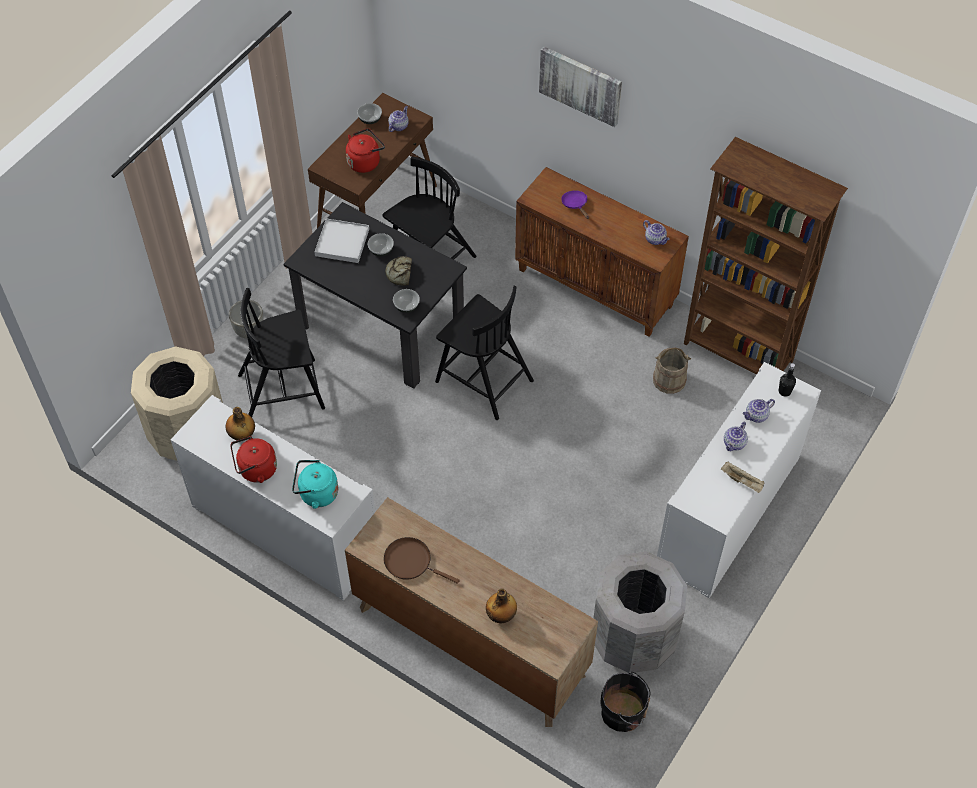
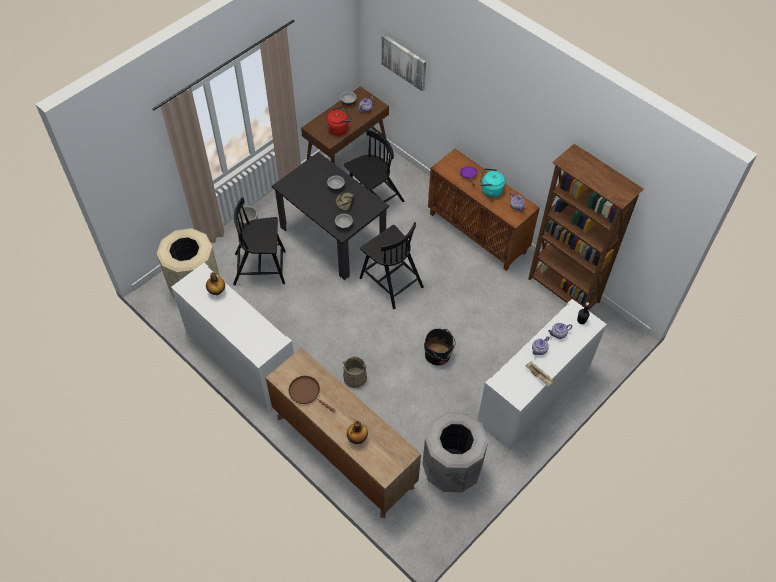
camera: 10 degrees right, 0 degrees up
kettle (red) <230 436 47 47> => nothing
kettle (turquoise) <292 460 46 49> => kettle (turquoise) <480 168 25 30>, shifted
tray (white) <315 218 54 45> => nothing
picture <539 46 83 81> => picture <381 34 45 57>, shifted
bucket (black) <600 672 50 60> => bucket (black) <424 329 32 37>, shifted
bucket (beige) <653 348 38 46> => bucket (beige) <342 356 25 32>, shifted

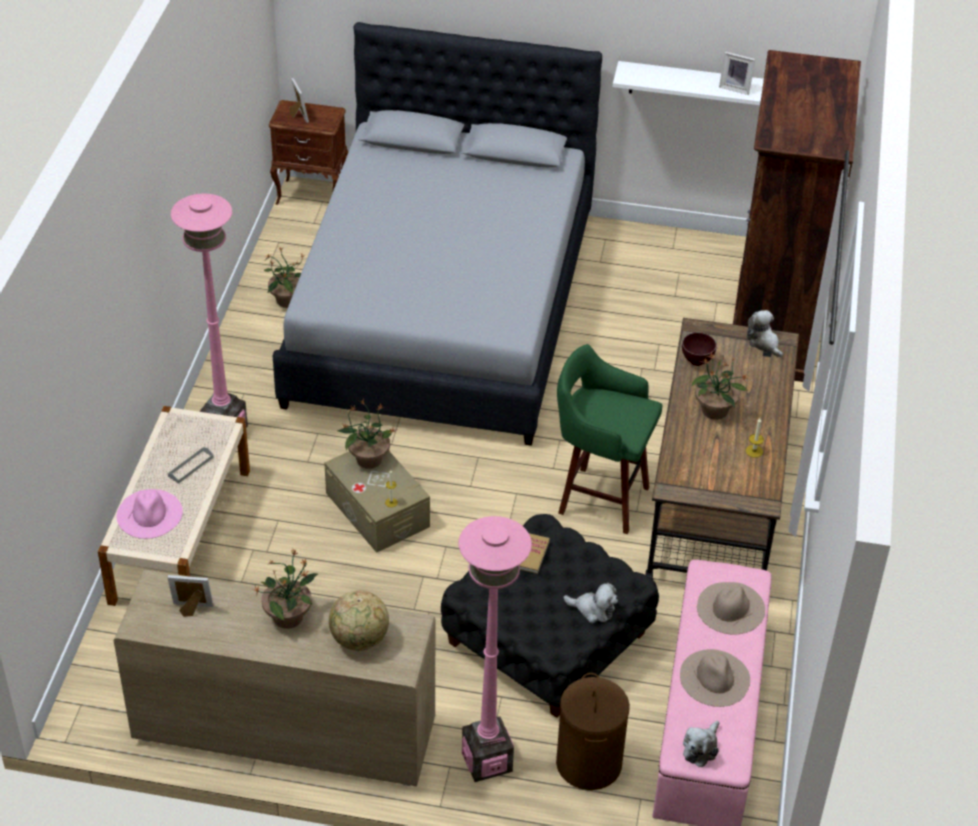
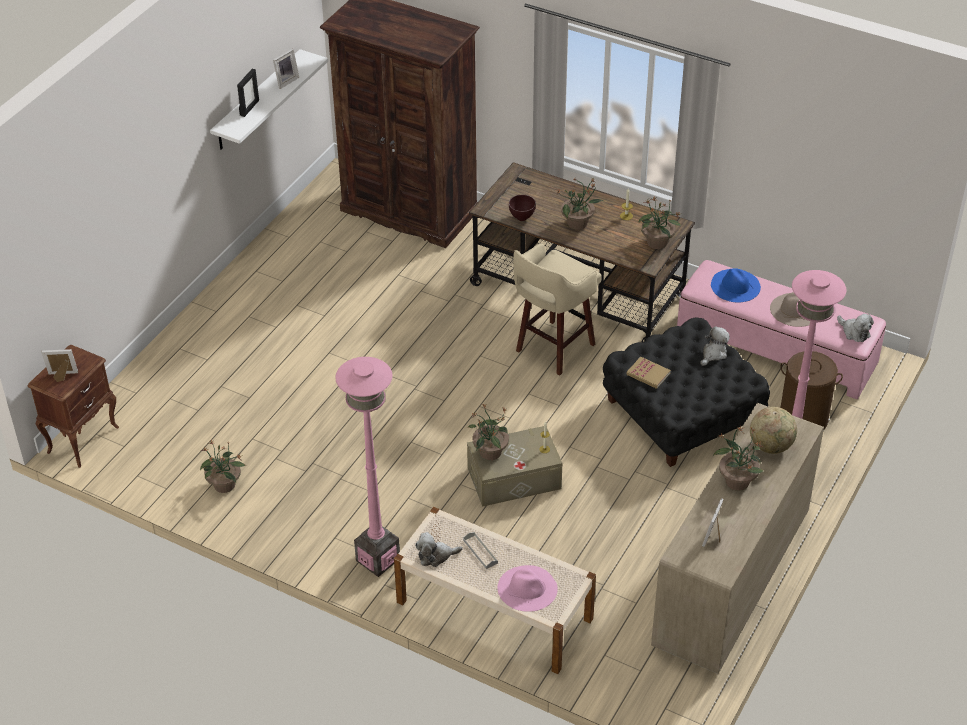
camera: 70 degrees left, 0 degrees up
bed (grey) <273 22 329 424> => nothing
stool (green) <557 344 105 190> => stool (beige) <513 243 88 133>
hat (beige) <697 582 68 53> => hat (blue) <711 268 50 35>
plush toy <746 310 37 48> => plush toy <415 532 48 35>, shifted
nothing => picture frame <237 69 22 48>
nothing => potted plant <638 197 44 52>

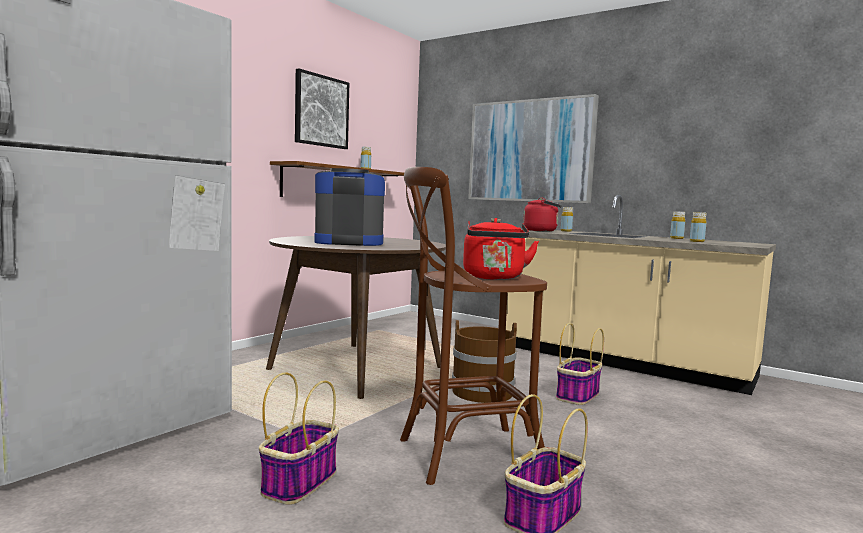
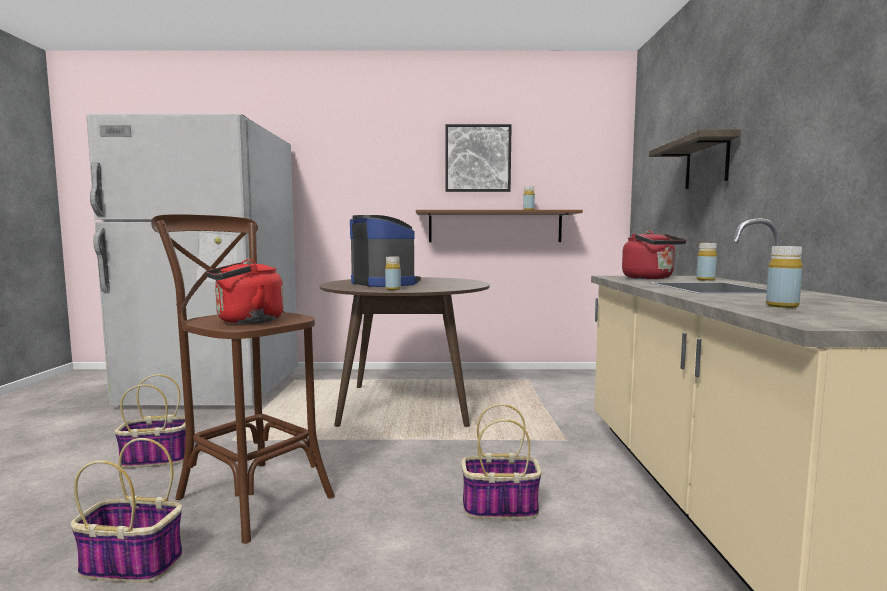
camera: 55 degrees right, 0 degrees up
bucket (brown) <452 320 65 83> => nothing
picture <468 94 131 109> => shelf <649 129 92 60>
bottle (yellow) <670 211 15 28> => bottle (yellow) <385 257 16 33>, shifted

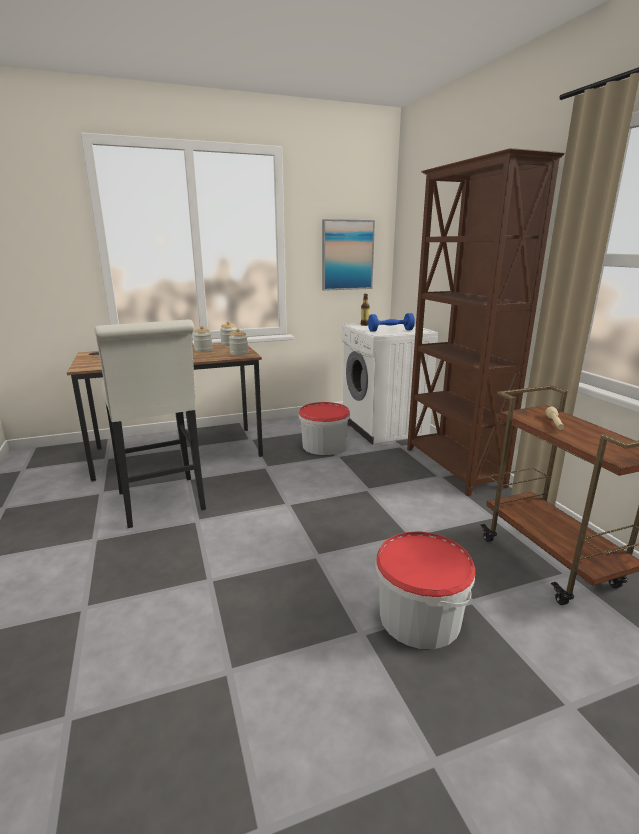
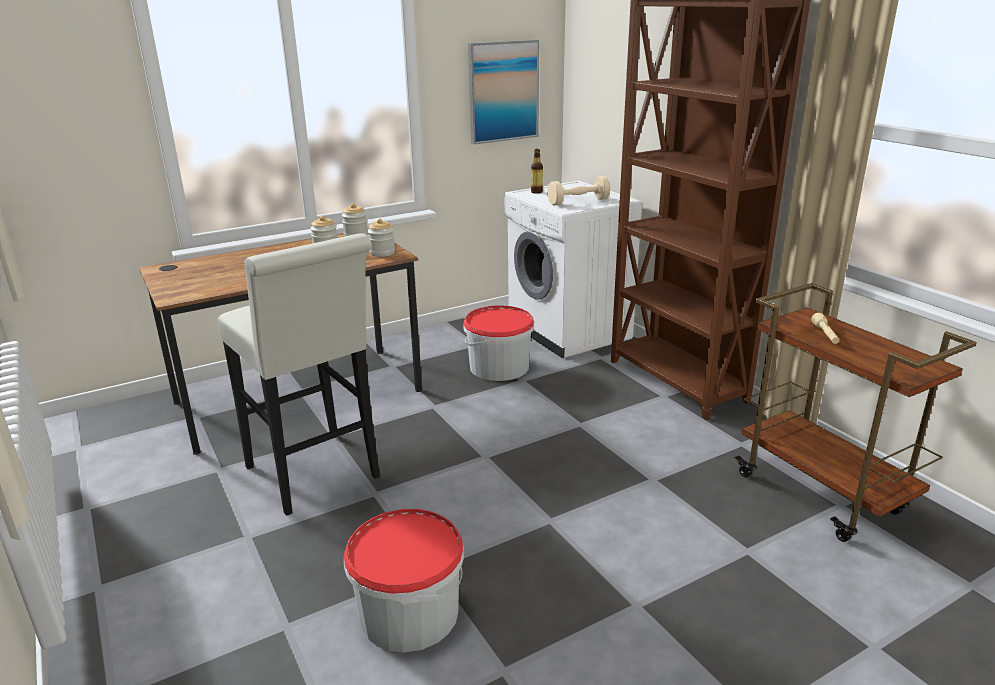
camera: 10 degrees left, 5 degrees up
dumbbell (blue) <368 313 47 19> => dumbbell (beige) <547 176 63 29>
bucket <375 531 100 118> => bucket <344 509 120 144>, shifted

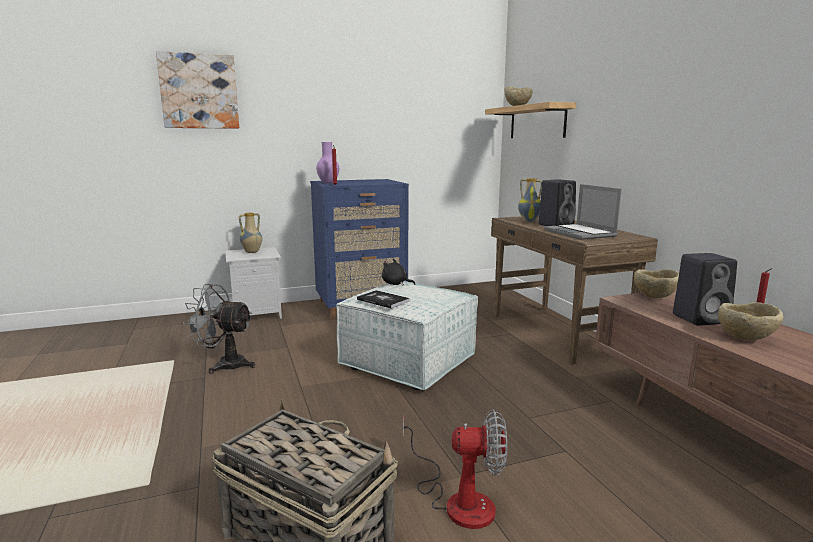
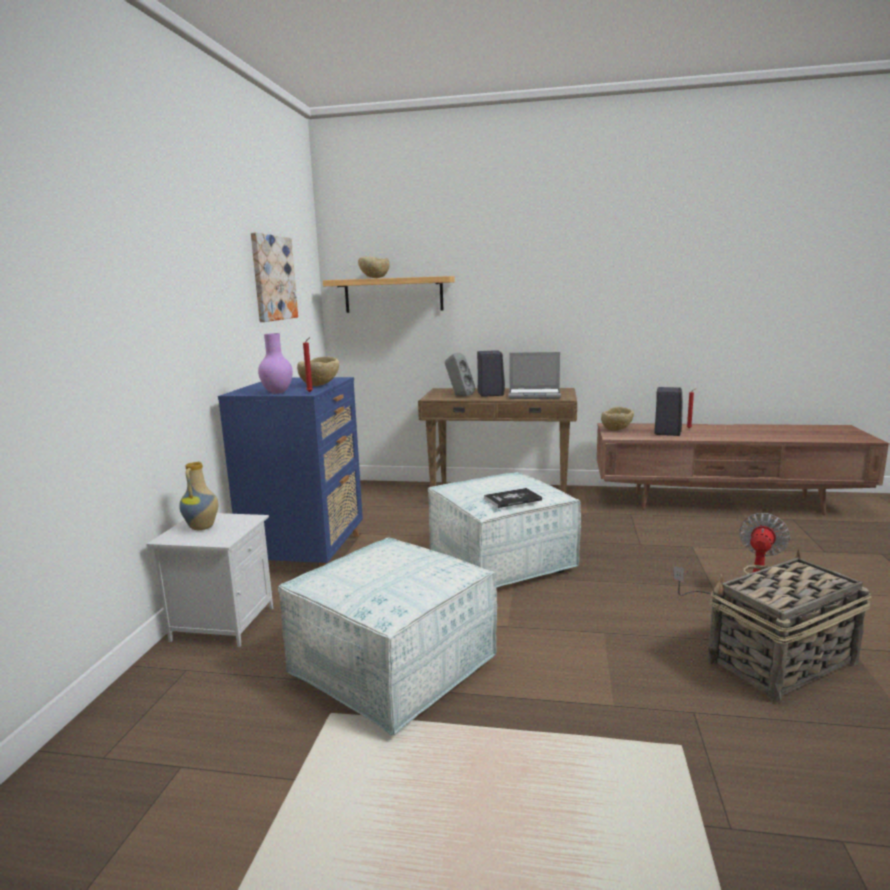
camera: 60 degrees left, 0 degrees up
picture <156 51 83 78> => picture <251 232 47 90>, shifted
fan (grey) <183 284 72 90> => ottoman (white) <278 537 219 199>
plush toy (black) <382 259 33 27> => nothing
vase <518 178 24 44> => speaker (grey) <445 353 30 43>
bowl (beige) <718 302 65 38> => bowl (beige) <297 356 42 30>, shifted

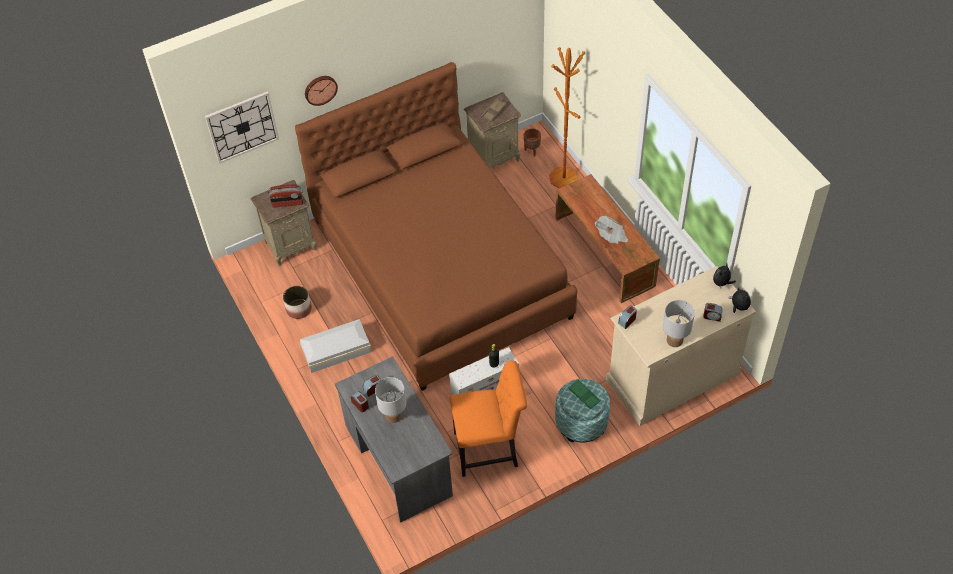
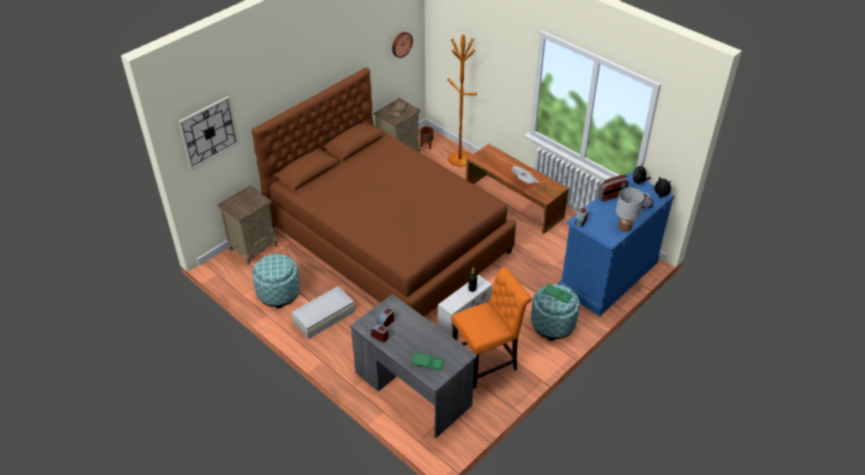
camera: 20 degrees left, 10 degrees down
radio <268 185 35 23> => radio <598 174 31 27>, shifted
planter <283 286 29 33> => ottoman <252 254 48 55>
wall clock <305 76 33 30> => wall clock <392 32 21 26>, shifted
table lamp (grey) <375 377 32 46> => nothing
dresser (beige) <606 266 150 160> => dresser (blue) <558 172 117 144>
nothing => tray (green) <412 353 32 18>

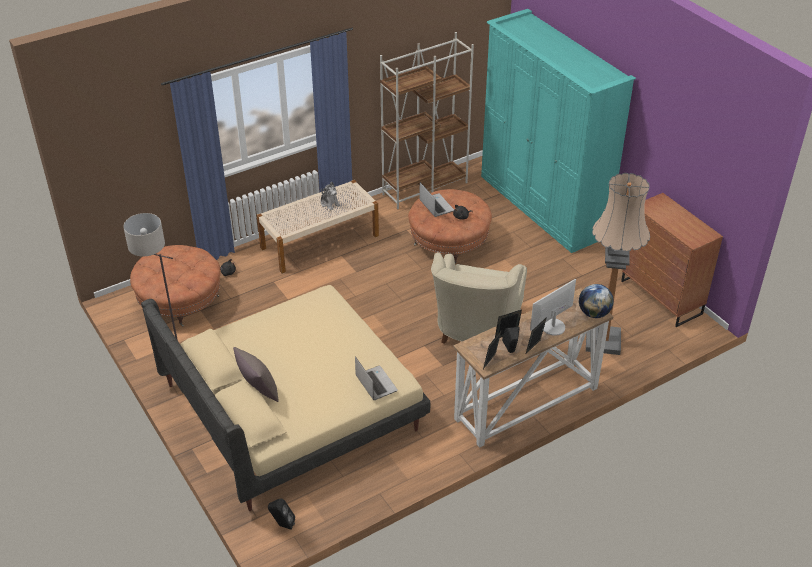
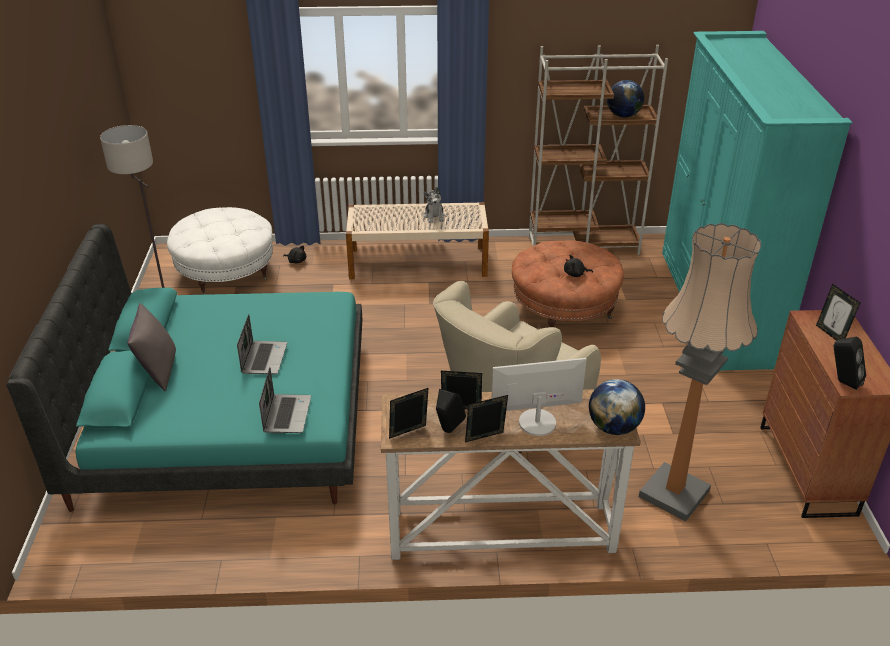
camera: 30 degrees right, 5 degrees down
ottoman (brown) <130 245 91 81> => ottoman (white) <167 207 106 88>
bed (beige) <141 285 289 226> => bed (turquoise) <6 224 356 288>
speaker (black) <268 498 27 32> => speaker (black) <834 336 32 54>, shifted
laptop <419 182 35 35> => laptop <237 314 50 60>, shifted
nothing => globe <607 80 37 37>
nothing => picture frame <816 284 44 56>

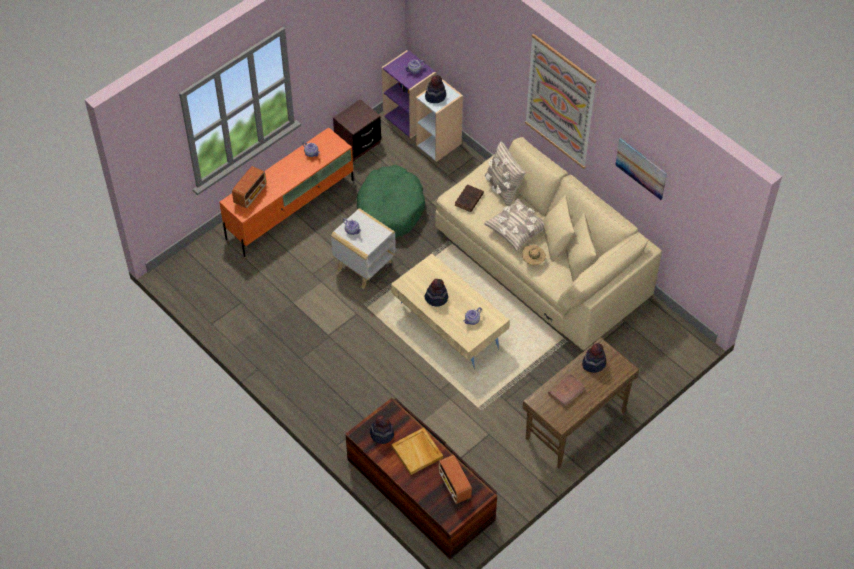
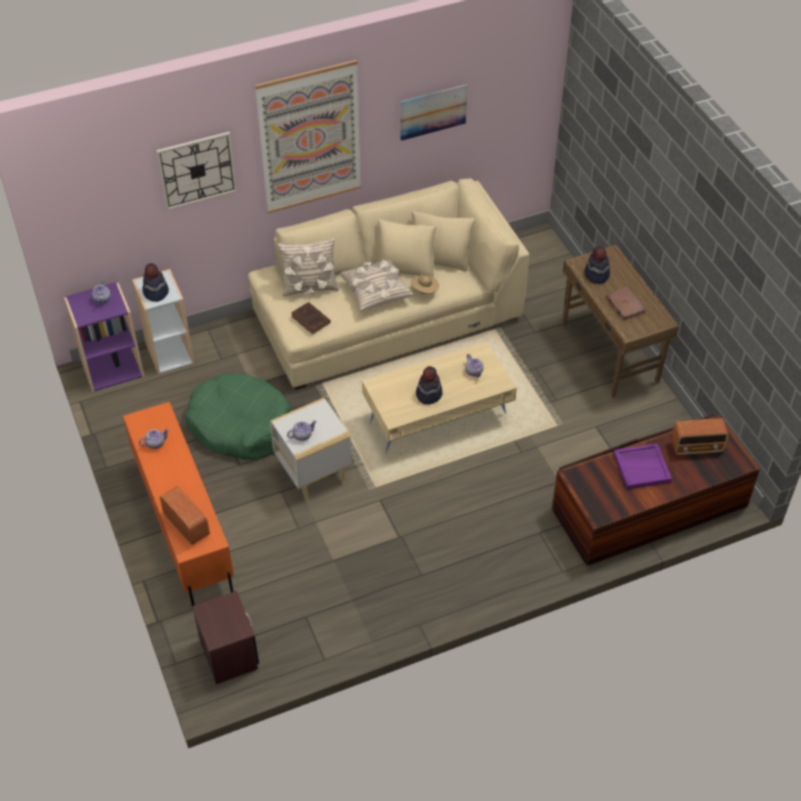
camera: 70 degrees left, 5 degrees down
nightstand (brown) <333 99 48 62> => nightstand (brown) <192 591 67 93>, shifted
hat <370 415 24 29> => nothing
tray (beige) <391 428 52 47> => tray (purple) <613 443 59 46>
nothing => wall clock <156 132 81 79>

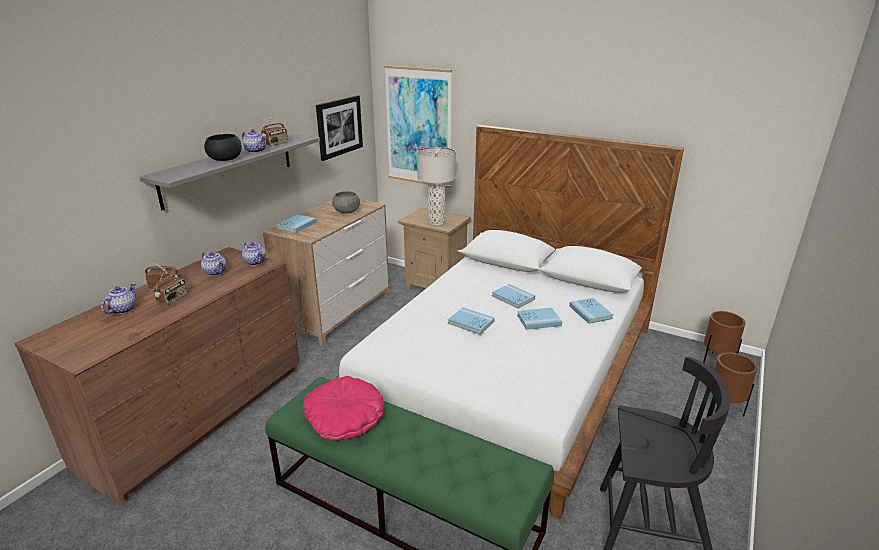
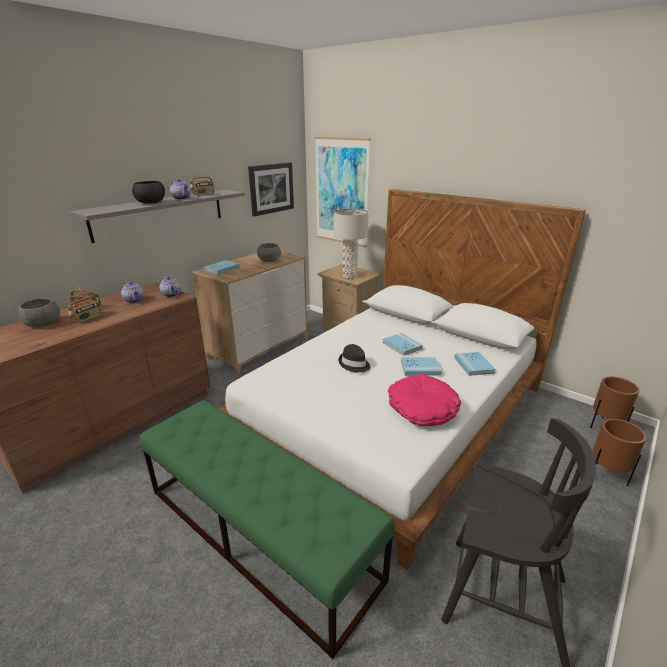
camera: 10 degrees right, 0 degrees up
teapot <101 283 35 31> => bowl (grey) <18 298 42 29>
pillow (pink) <303 376 81 65> => pillow (pink) <388 374 73 52>, shifted
book (blue) <448 307 47 28> => hat (black) <339 344 31 28>

